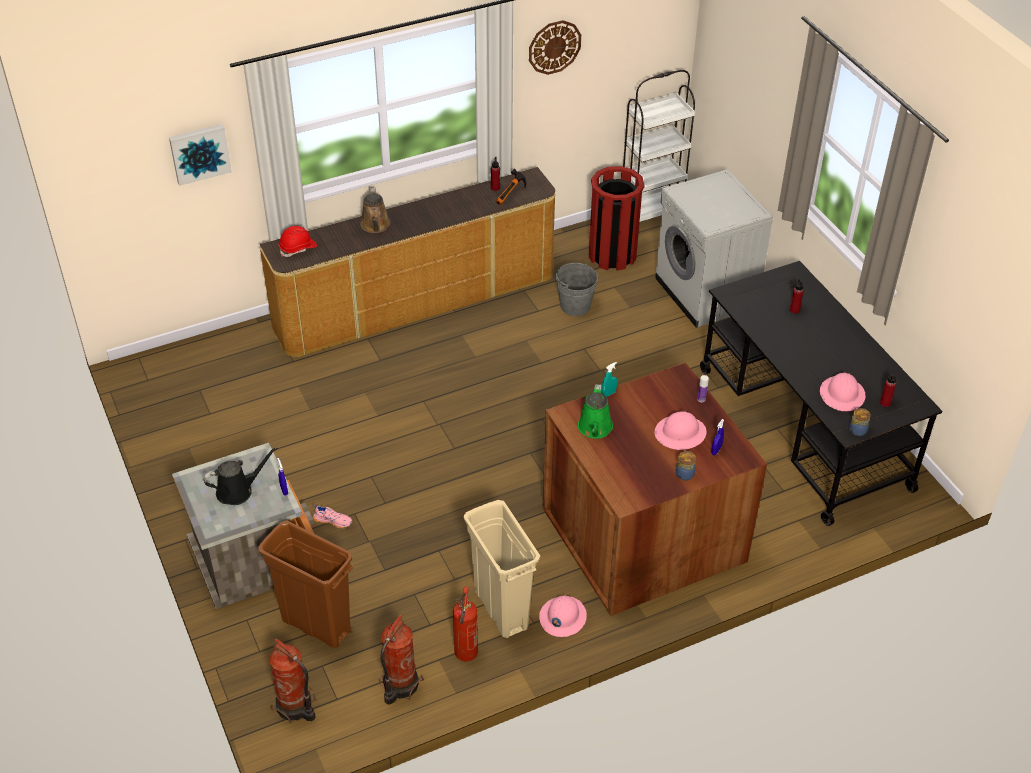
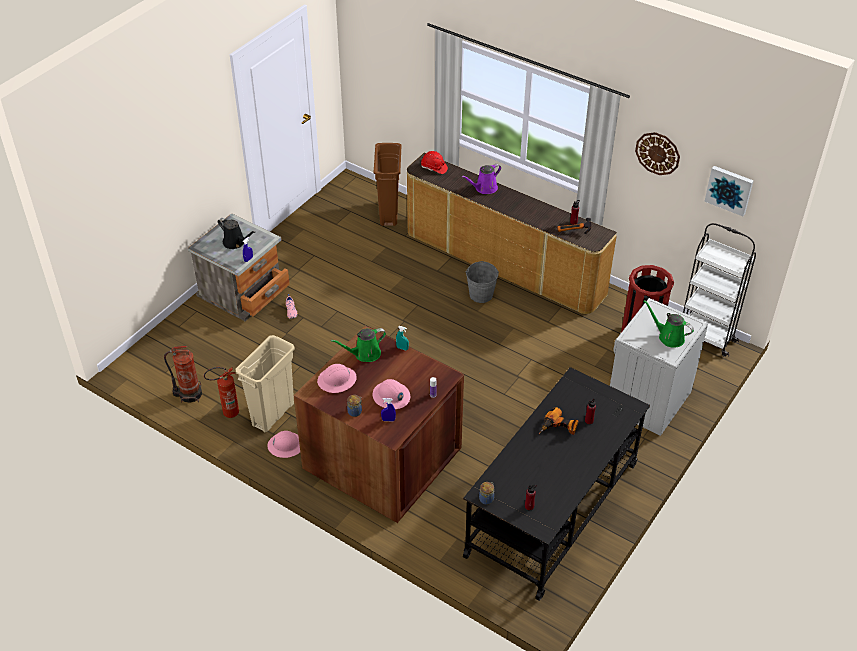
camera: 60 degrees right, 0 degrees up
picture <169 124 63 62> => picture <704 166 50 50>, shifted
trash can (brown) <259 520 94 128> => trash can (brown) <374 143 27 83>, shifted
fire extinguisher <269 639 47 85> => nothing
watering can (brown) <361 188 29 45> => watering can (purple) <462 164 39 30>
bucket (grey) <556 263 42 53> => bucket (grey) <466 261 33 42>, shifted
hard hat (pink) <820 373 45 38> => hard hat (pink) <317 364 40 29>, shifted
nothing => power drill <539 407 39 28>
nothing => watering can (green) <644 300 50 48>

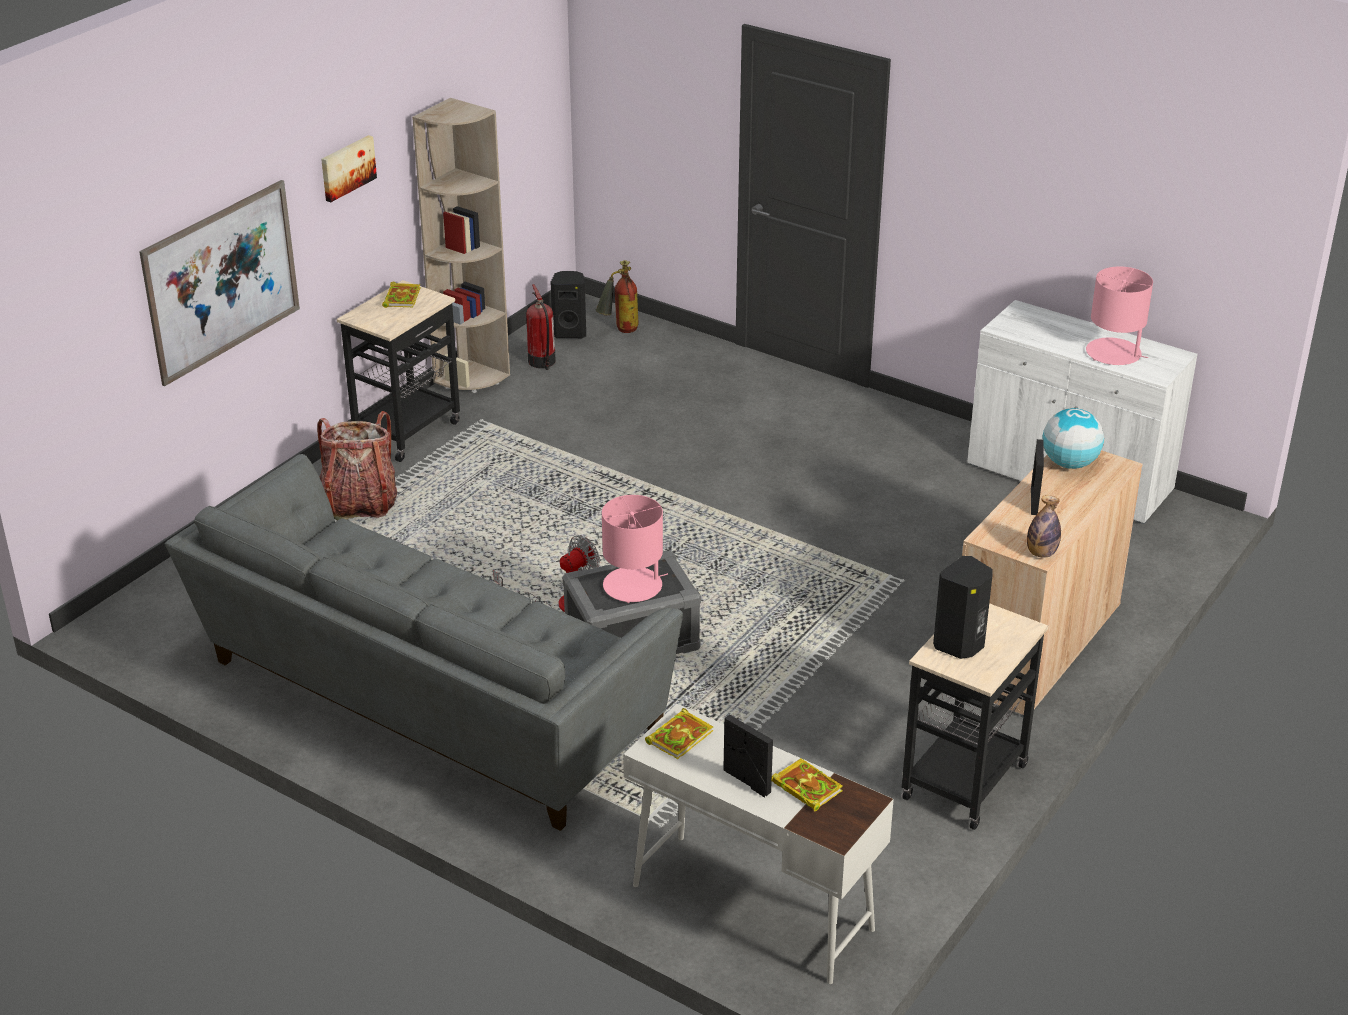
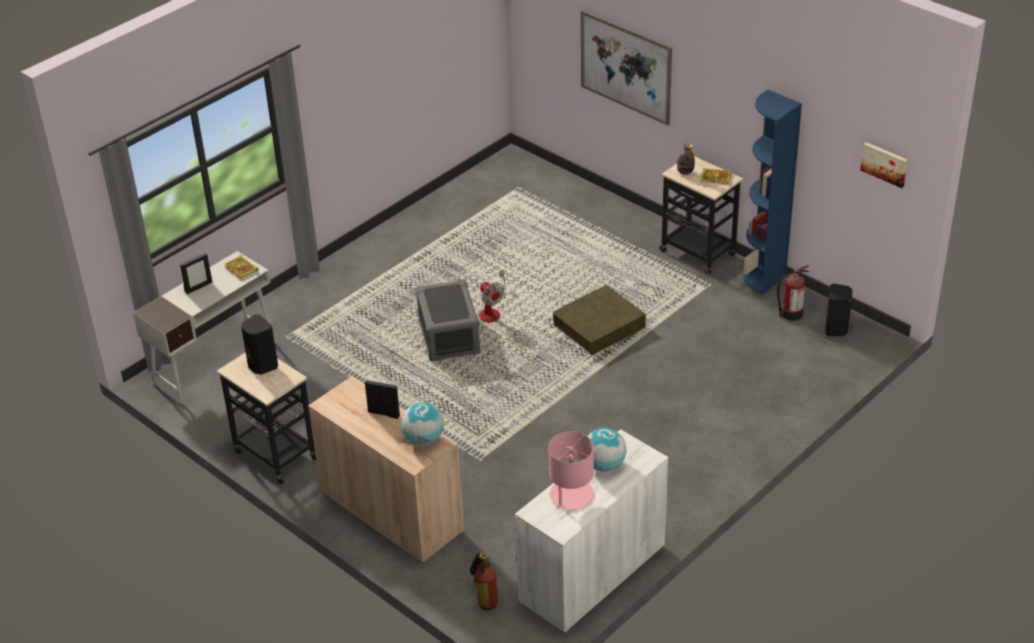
camera: 100 degrees right, 5 degrees up
sofa (grey) <165 454 518 377> => nothing
backpack <317 411 80 109> => nothing
picture <321 135 56 67> => picture <860 142 48 46>, shifted
bookcase (beige) <412 98 98 295> => bookcase (blue) <743 89 59 205>
fire extinguisher <596 260 43 73> => fire extinguisher <470 552 28 58>, shifted
table lamp (pink) <602 495 66 108> => nothing
book <772 758 71 53> => nothing
bottle <1027 495 34 63> => bottle <677 142 18 33>, shifted
nothing => storage box (brown) <553 285 93 70>
nothing => globe <588 428 38 44>

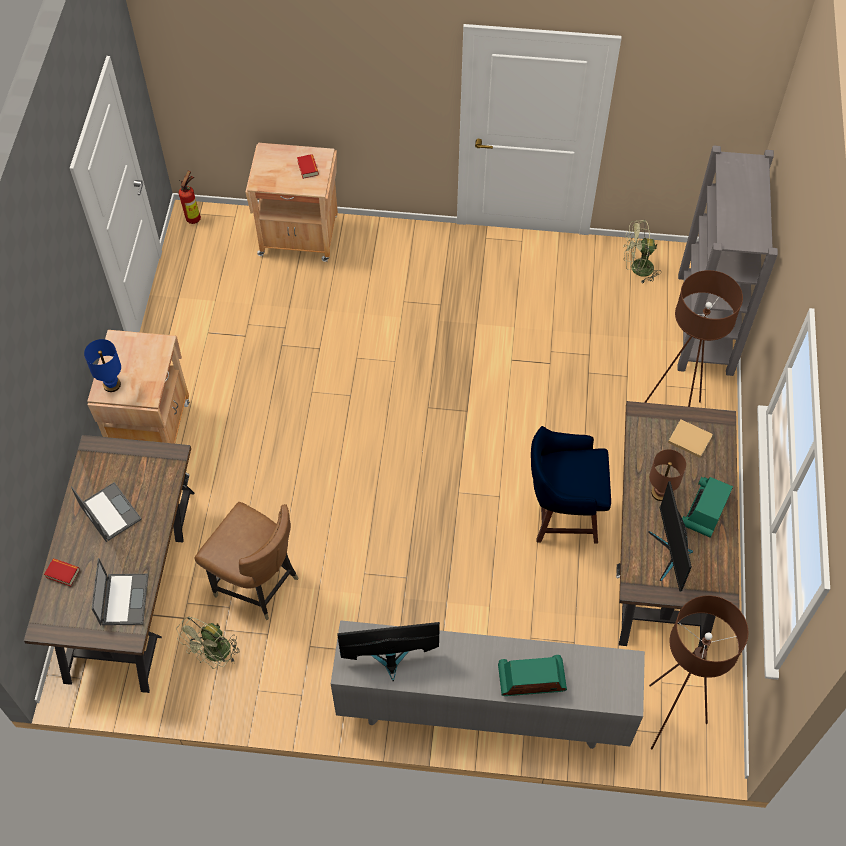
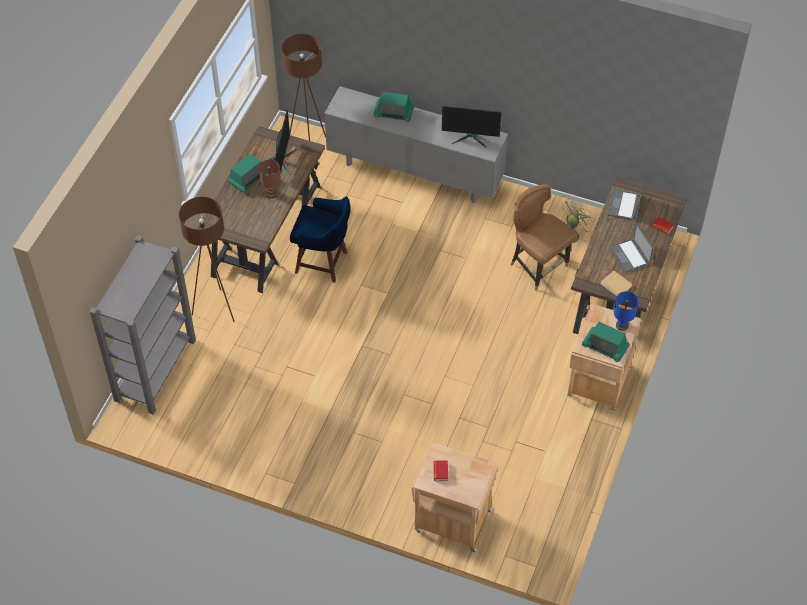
camera: 165 degrees left, 5 degrees down
fire extinguisher <178 171 23 53> => nothing
fan (green) <623 220 38 63> => nothing
book (beige) <668 419 45 39> => book (beige) <600 271 33 25>, shifted
nothing => radio <582 322 48 40>

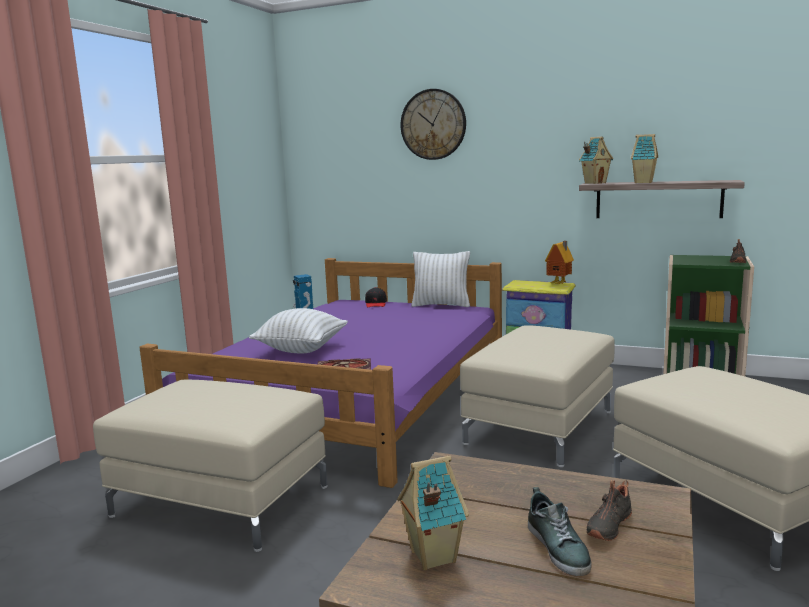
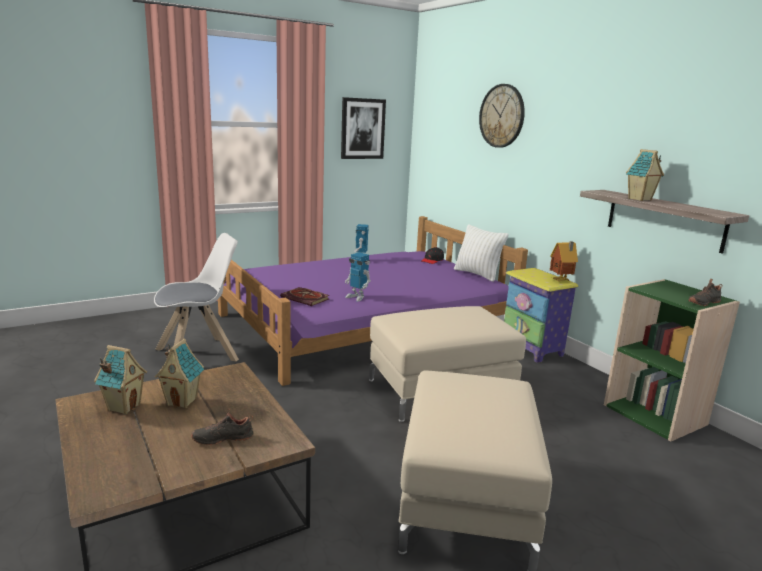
camera: 35 degrees right, 5 degrees up
ottoman (beige) <93 380 234 172> => chair <154 233 85 128>
pillow (white) <249 308 99 45> => nothing
shoe <528 487 64 89> => nothing
toy house <579 136 34 48> => toy house <155 338 49 71>, shifted
nothing => picture <341 97 45 62>
nothing => toy robot <345 252 26 50>

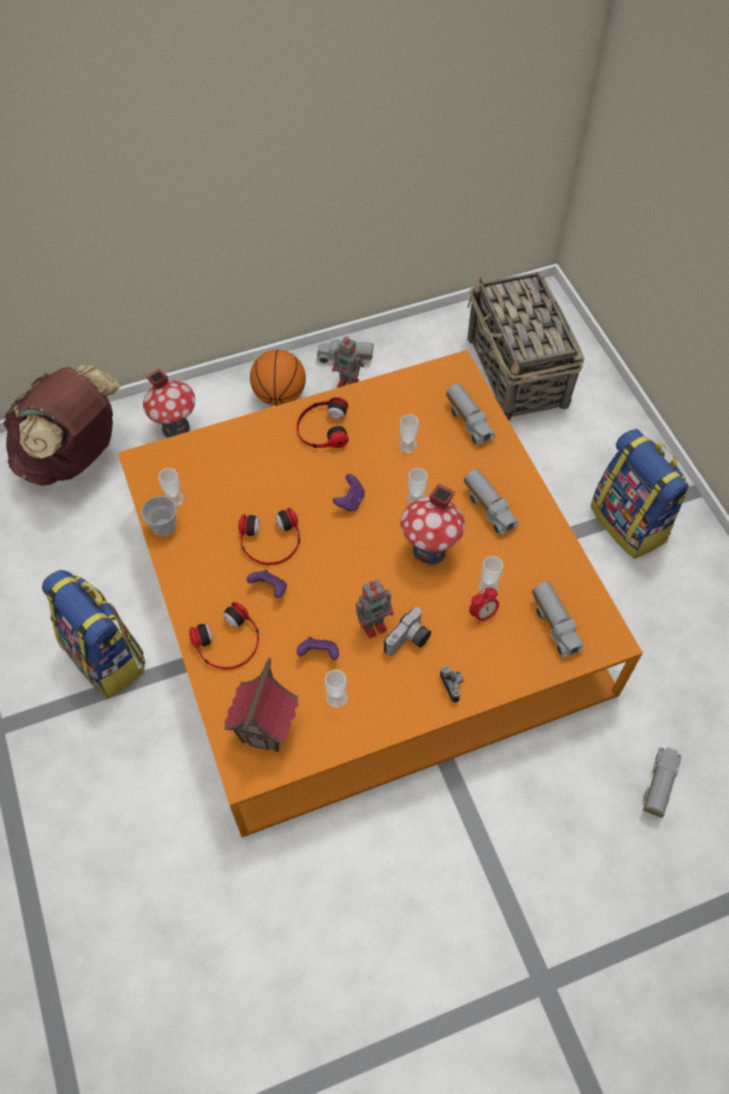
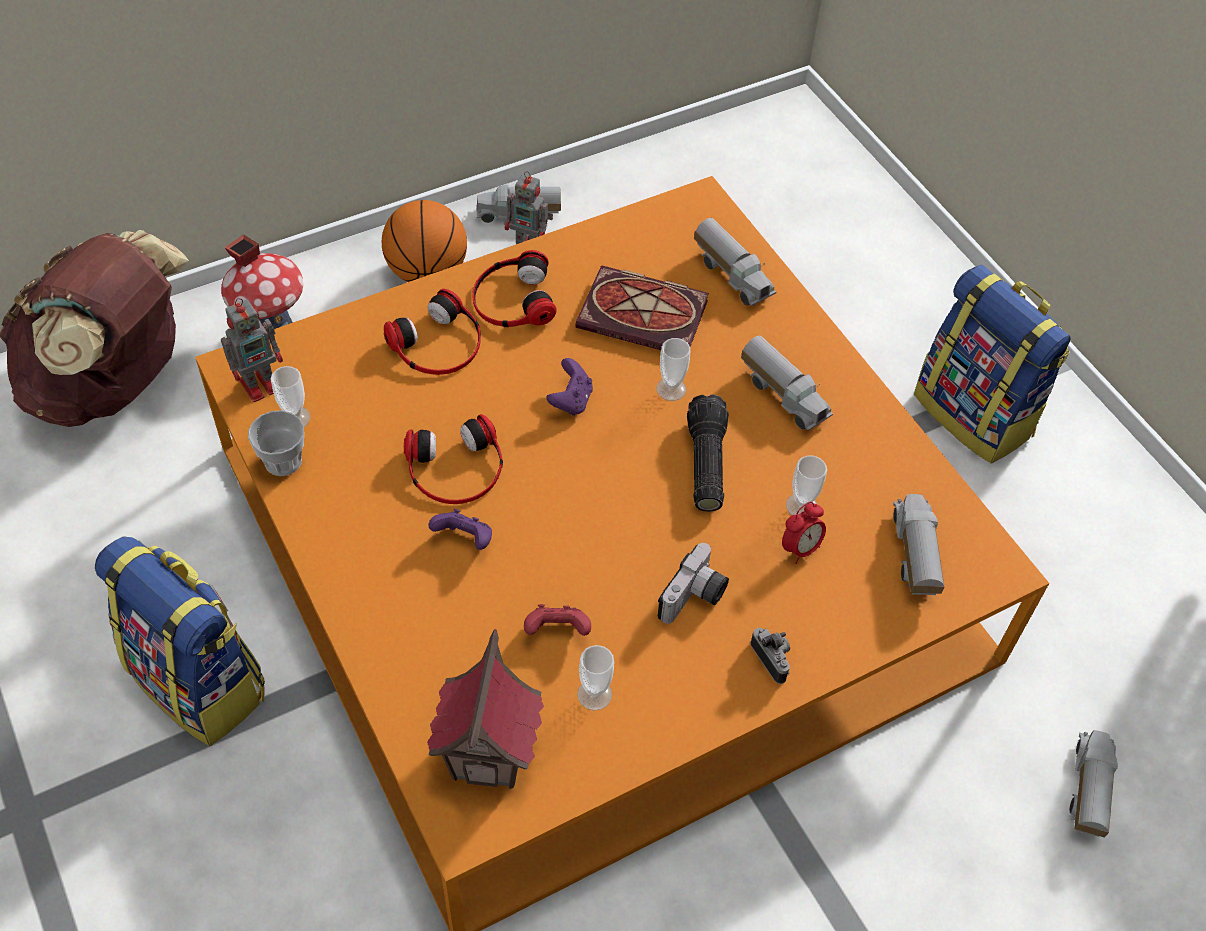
camera: 10 degrees left, 5 degrees down
headphones <189 602 70 67> => headphones <384 289 97 86>, shifted
game controller (purple) <297 637 42 23> => game controller (red) <524 604 67 32>
toy robot <356 579 38 59> => toy robot <221 298 62 104>, shifted
cup <399 414 20 39> => book <575 265 134 85>
toy house <400 483 65 82> => flashlight <687 394 41 118>
basket <467 272 118 149> => nothing
toy truck <532 582 53 76> => toy truck <893 494 52 101>, 150 degrees counterclockwise

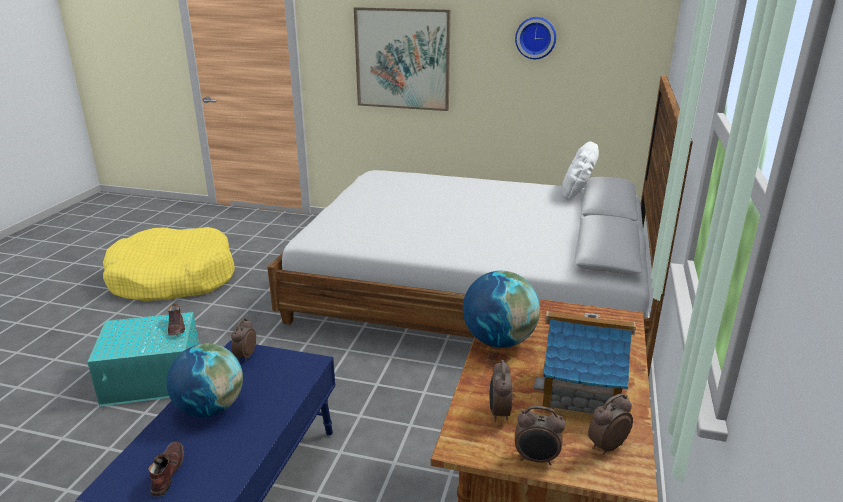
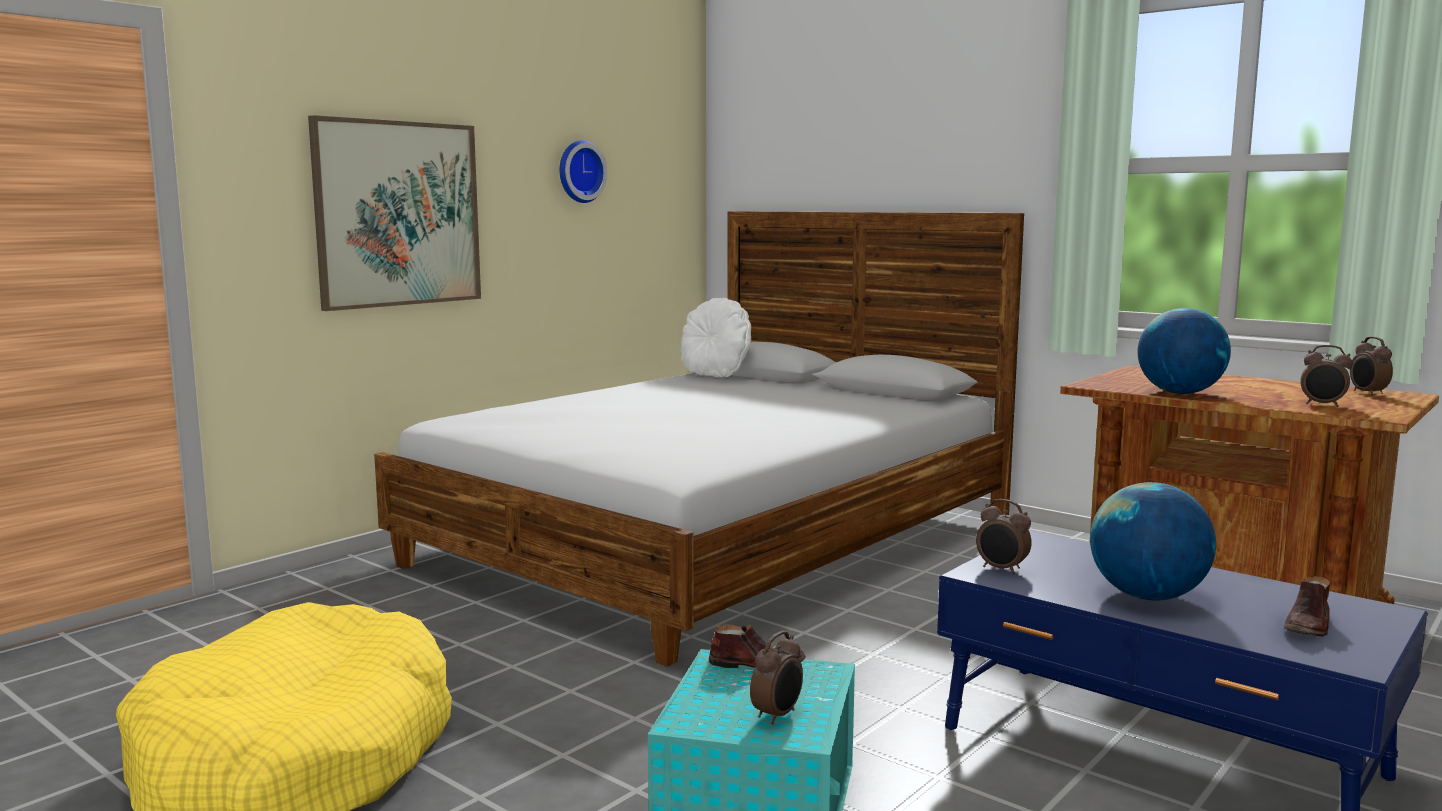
camera: 65 degrees left, 15 degrees down
shoe (brown) <149 441 35 56> => shoe (brown) <1284 576 46 61>, 75 degrees counterclockwise
alarm clock <515 406 50 59> => alarm clock <750 631 53 94>, shifted
toy house <534 311 102 103> => nothing

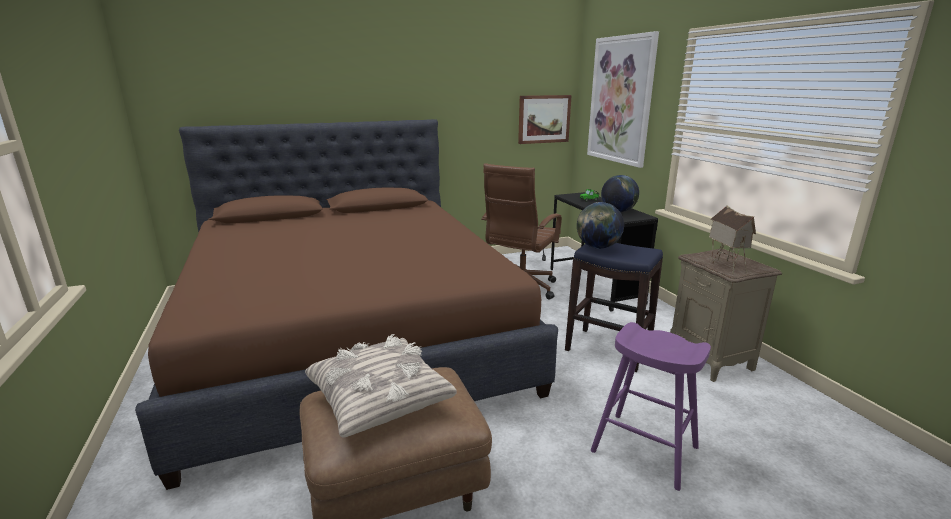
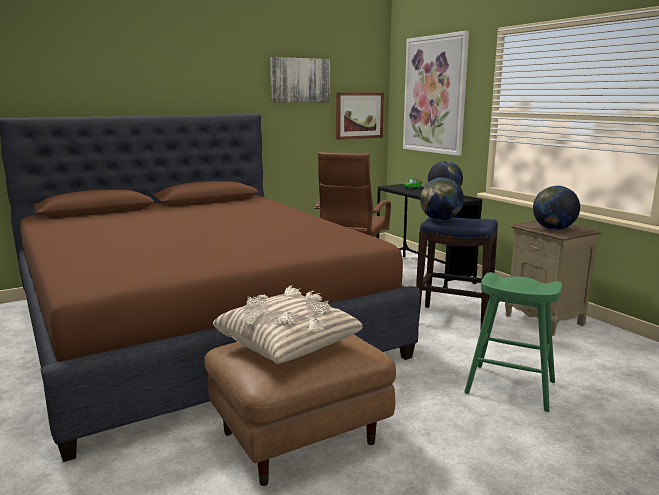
camera: 10 degrees left, 5 degrees down
stool (purple) <591 322 120 169> => stool (green) <464 272 98 140>
toy house <709 205 47 69> => globe <533 186 47 44>
nothing => picture <270 57 60 45>

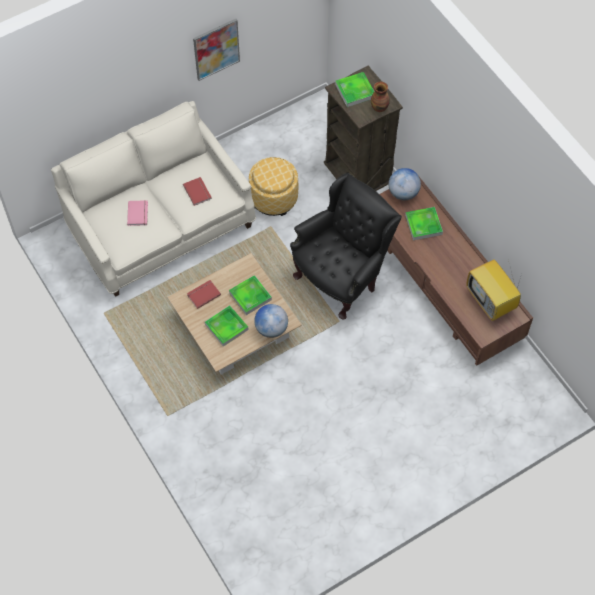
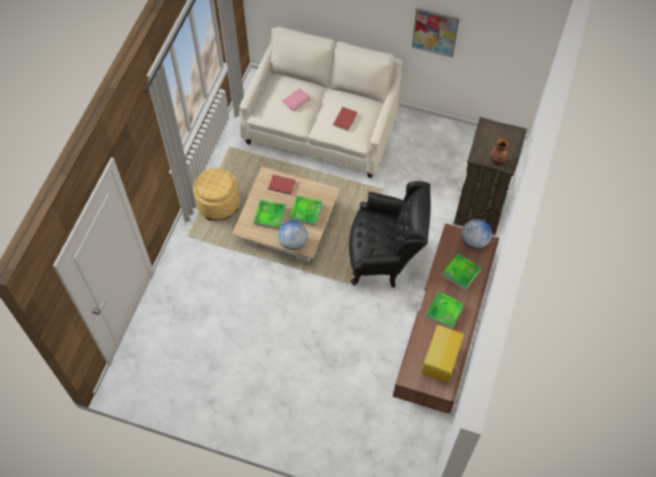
camera: 50 degrees right, 0 degrees up
ottoman <249 157 49 59> => ottoman <193 168 47 53>, shifted
tray <335 72 39 35> => tray <425 291 39 38>, shifted

